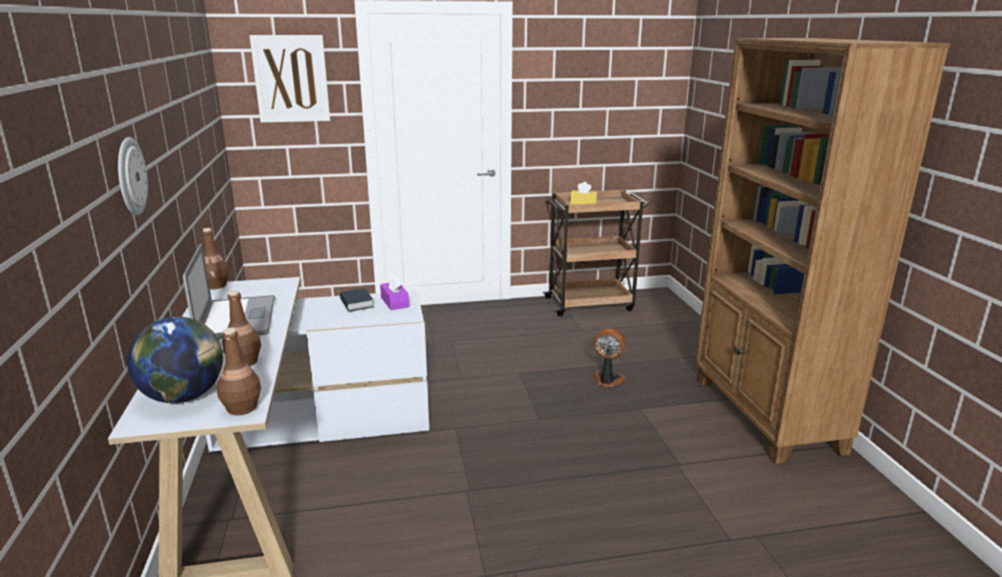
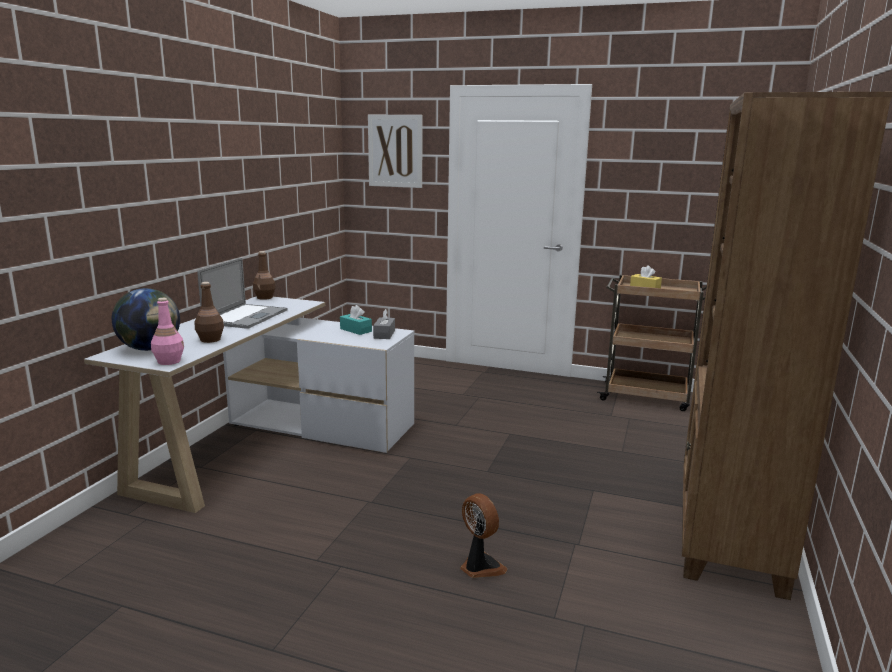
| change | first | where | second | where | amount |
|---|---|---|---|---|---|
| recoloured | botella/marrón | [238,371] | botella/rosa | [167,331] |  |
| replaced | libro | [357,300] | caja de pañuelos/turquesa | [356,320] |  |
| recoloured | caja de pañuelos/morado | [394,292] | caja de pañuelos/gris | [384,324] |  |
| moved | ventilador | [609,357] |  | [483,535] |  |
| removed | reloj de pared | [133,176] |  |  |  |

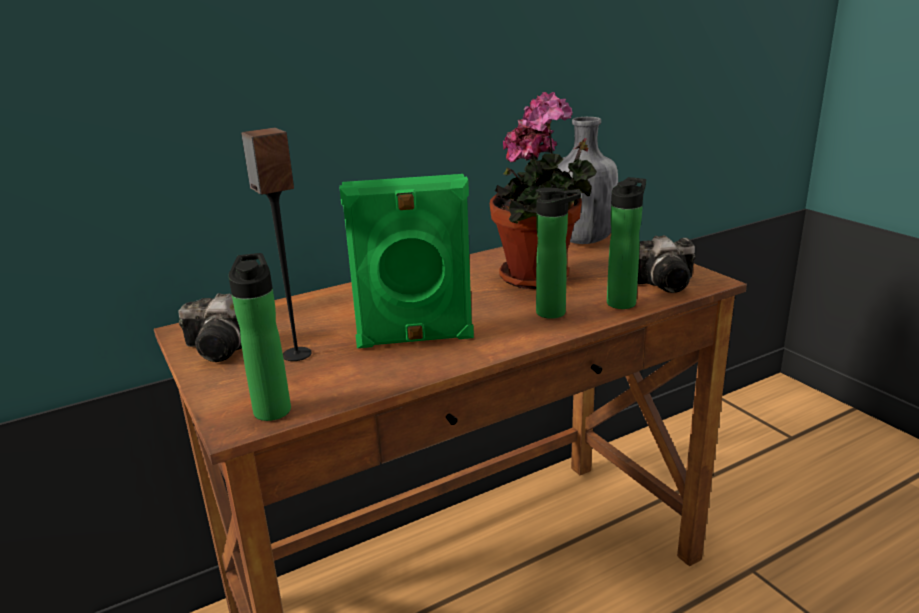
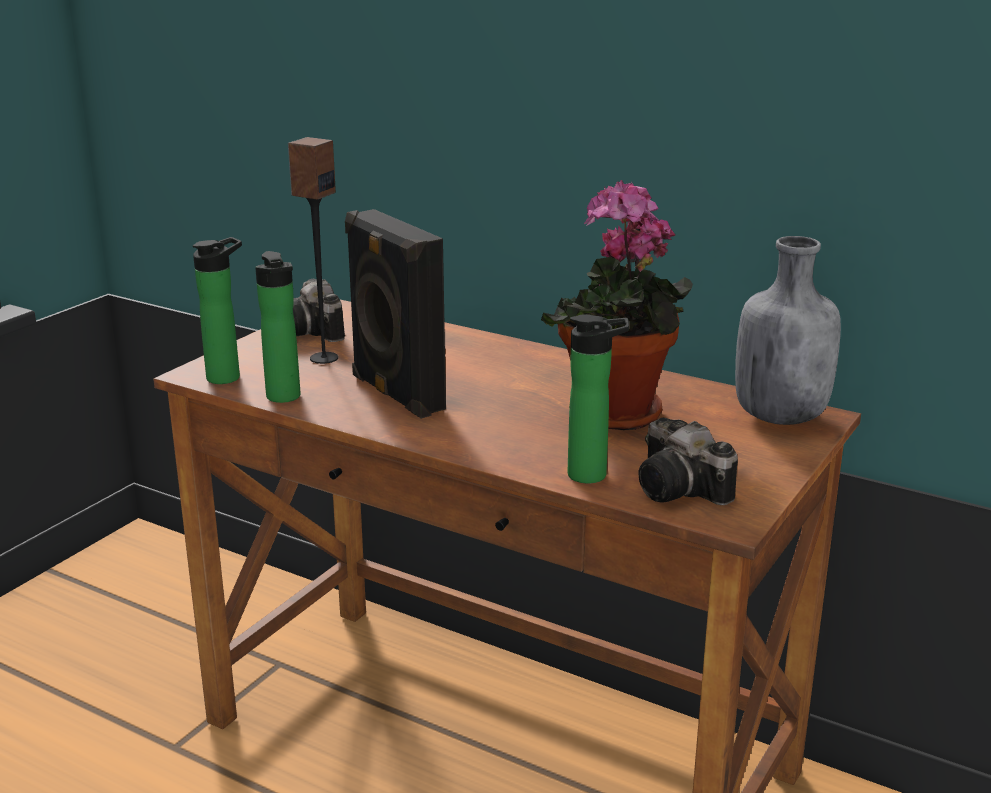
| change | first | where | second | where | amount |
|---|---|---|---|---|---|
| moved | botella | [558,253] |  | [277,327] |  |
| recoloured | altavoz/verde | [407,261] | altavoz/negro | [395,314] |  |

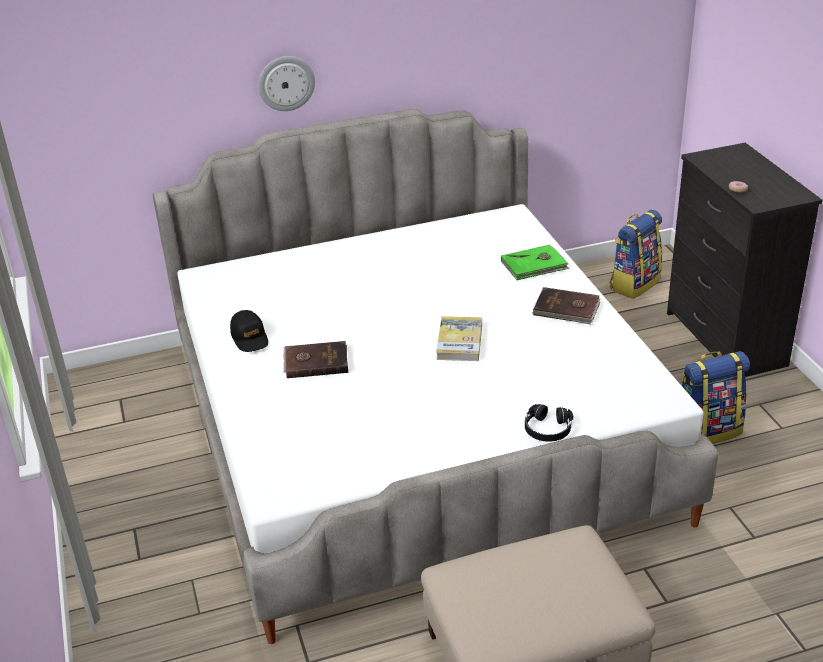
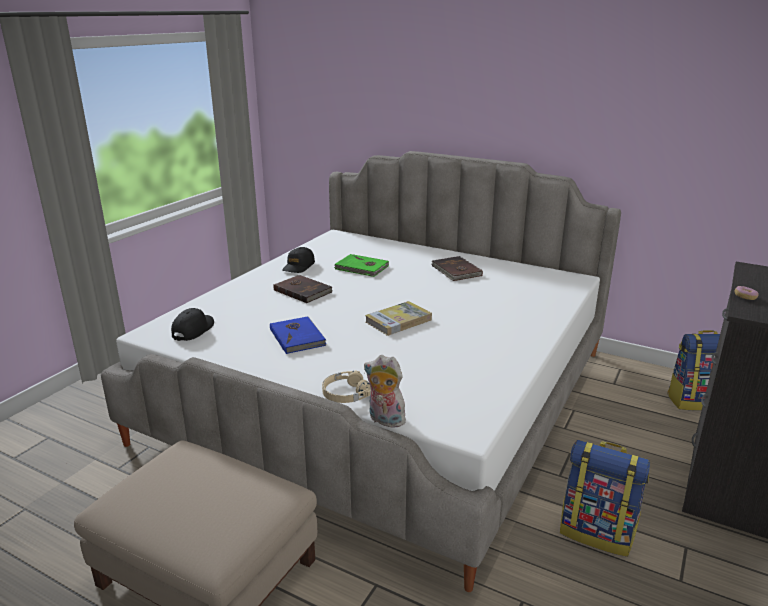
| change | first | where | second | where | amount |
|---|---|---|---|---|---|
| added |  |  | gorra/negro | [192,324] |  |
| added |  |  | libro/azul | [298,335] |  |
| recoloured | auriculares/negro | [549,423] | auriculares/beis | [346,387] |  |
| moved | libro/verde | [535,262] |  | [361,265] |  |
| added |  |  | peluche | [385,391] |  |
| moved | libro/marrón | [566,305] |  | [457,268] |  |
| removed | reloj de pared | [286,83] |  |  |  |

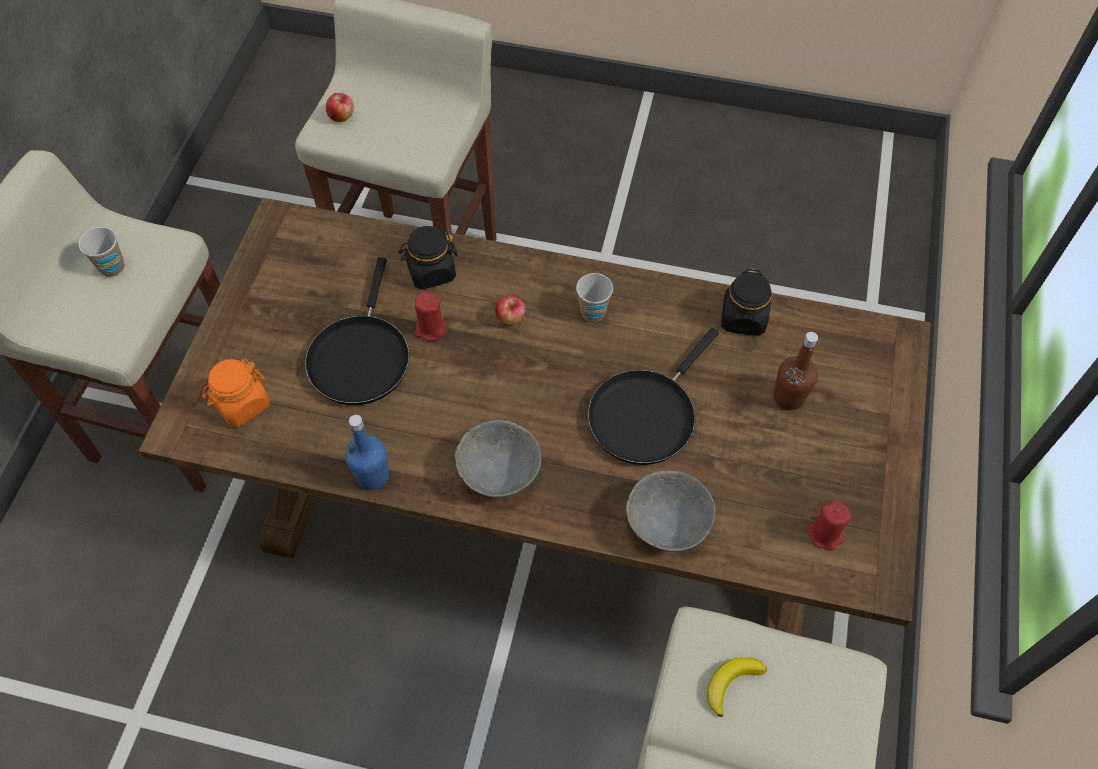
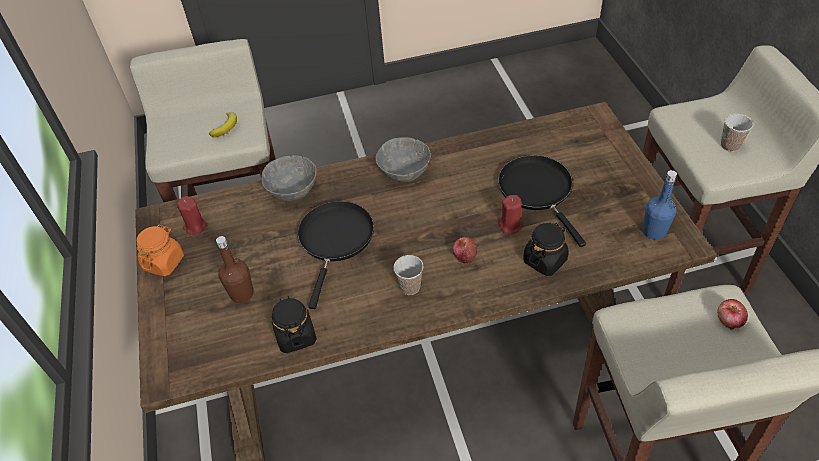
| change | first | where | second | where | amount |
|---|---|---|---|---|---|
| moved | tarro/naranja | [236,393] |  | [160,250] |  |
| moved | botella/azul | [367,452] |  | [659,205] |  |

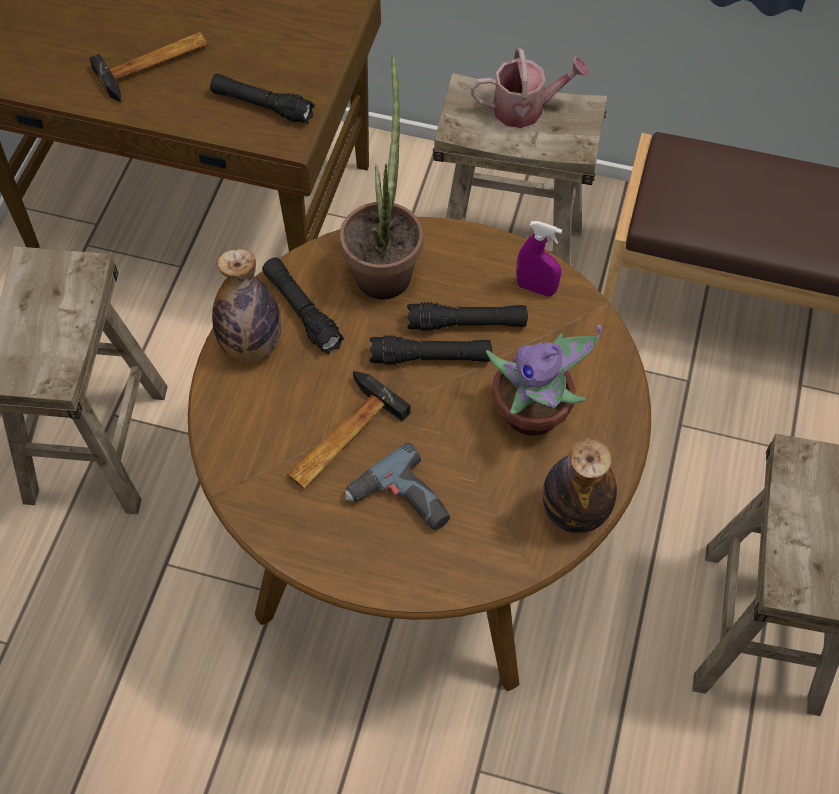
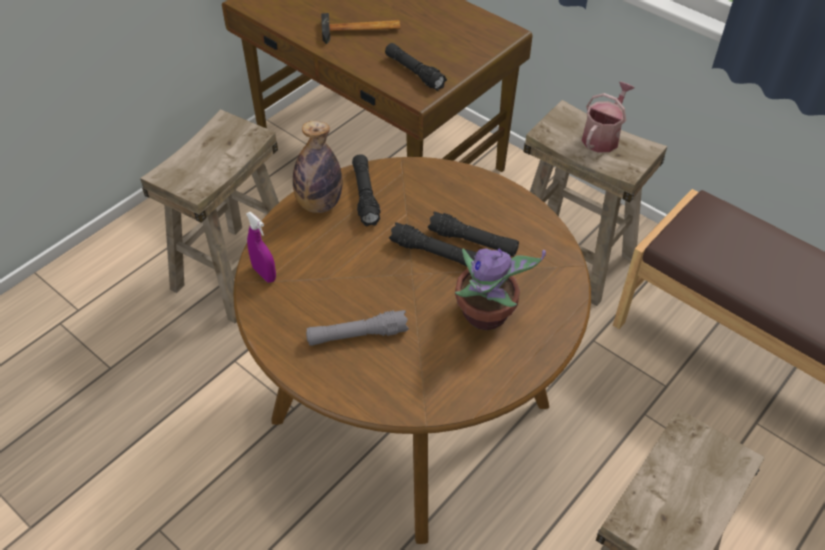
| change | first | where | second | where | amount |
|---|---|---|---|---|---|
| moved | pulverizador/morado | [539,259] |  | [261,247] |  |
| replaced | taladro | [397,486] | linterna/gris | [357,328] |  |
| turned | regadera | [530,88] |  | [608,117] | 75 degrees counterclockwise |
| removed | martillo | [349,430] |  |  |  |
| removed | planta en maceta | [381,176] |  |  |  |
| removed | botella | [579,485] |  |  |  |

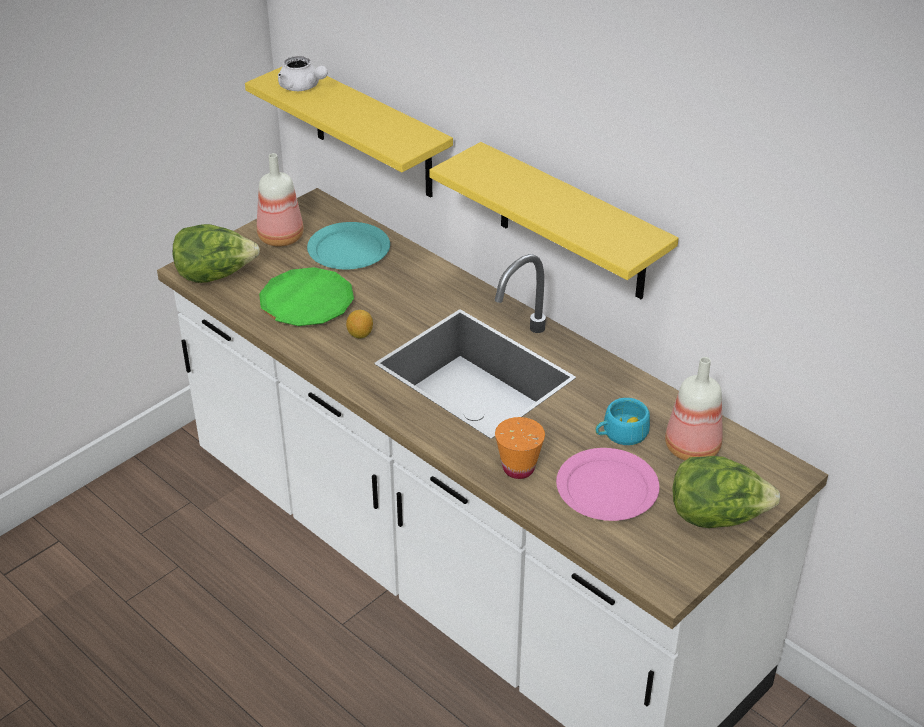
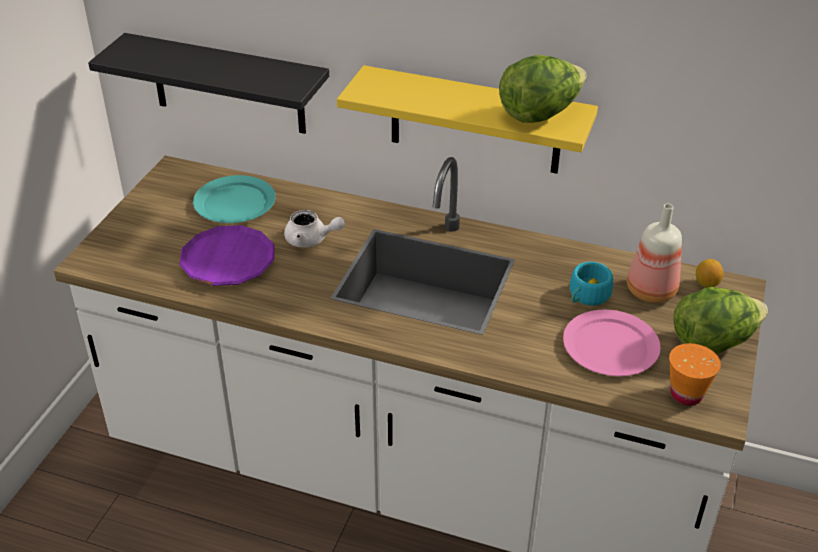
| change | first | where | second | where | amount |
|---|---|---|---|---|---|
| recoloured | estante/amarillo | [349,132] | estante/negro | [208,83] |  |
| recoloured | plato/verde | [306,296] | plato/morado | [227,255] |  |
| moved | tetera/blanco | [303,73] |  | [314,228] |  |
| moved | lechuga | [216,253] |  | [543,89] |  |
| moved | taza/naranja | [520,448] |  | [695,374] |  |
| moved | limón | [359,324] |  | [709,273] |  |
| removed | botella | [280,200] |  |  |  |

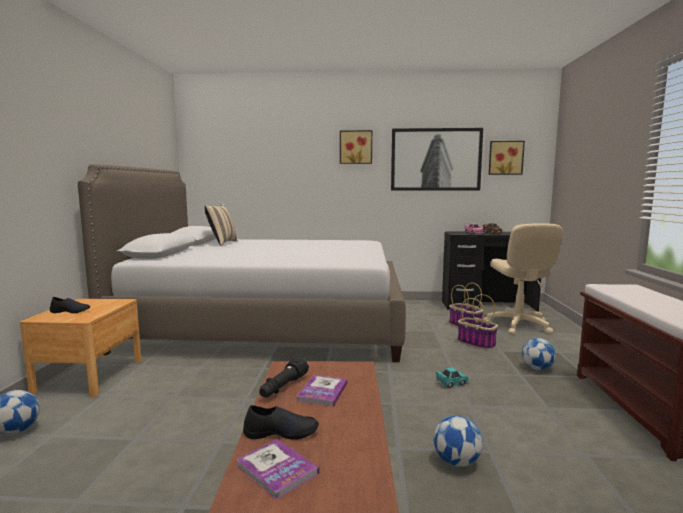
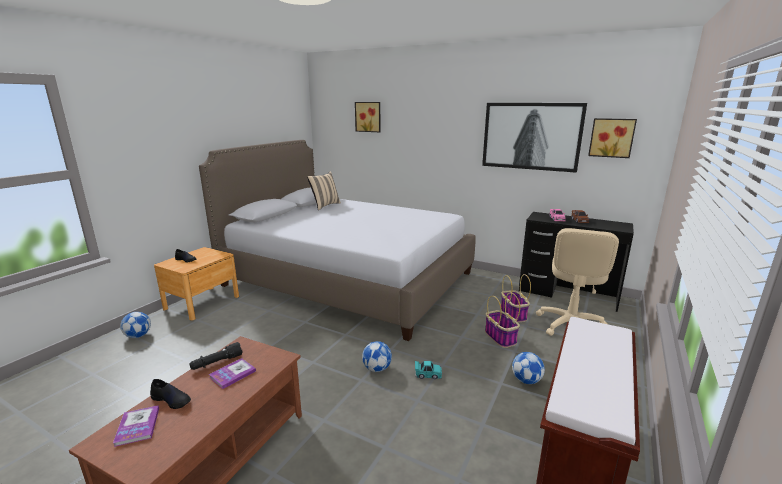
| change | first | where | second | where | amount |
|---|---|---|---|---|---|
| moved | cuadro | [356,147] |  | [368,117] |  |
| moved | balón de fútbol | [458,441] |  | [377,356] |  |

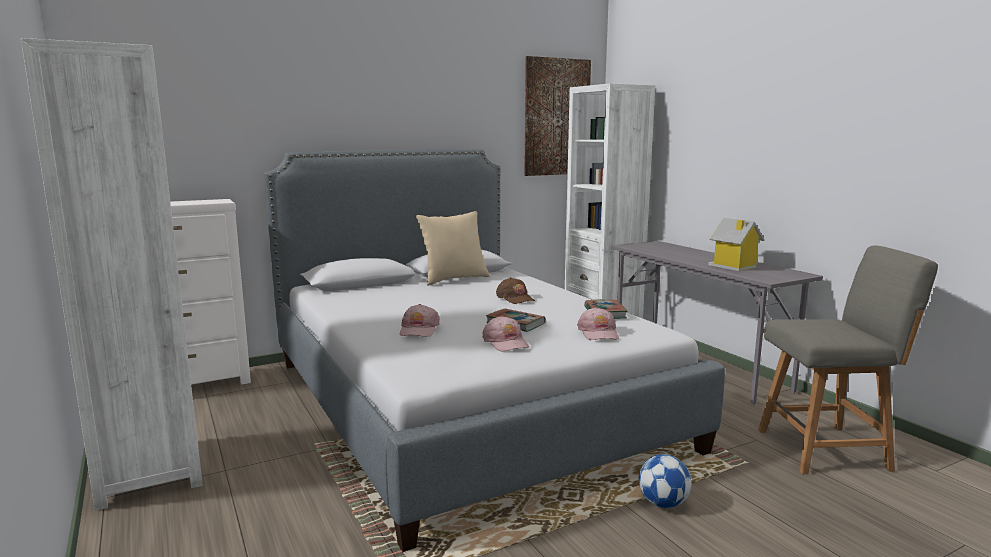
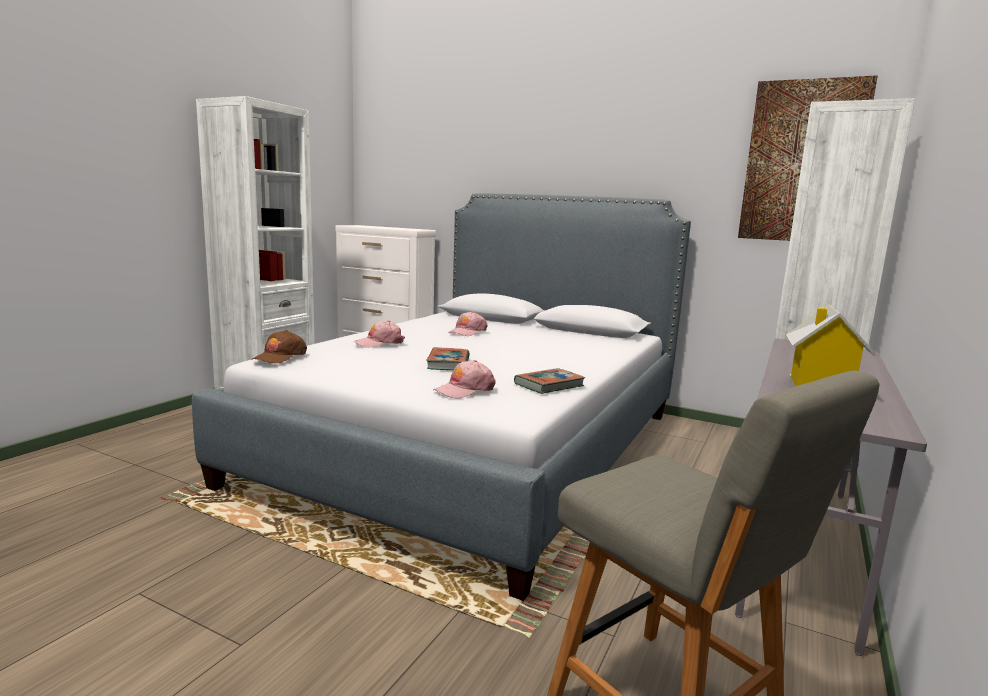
| change | first | where | second | where | amount |
|---|---|---|---|---|---|
| moved | gorra/marrón | [515,291] |  | [279,346] |  |
| moved | gorra/rosa | [505,334] |  | [468,323] |  |
| removed | cojín/beis | [453,248] |  |  |  |
| removed | balón de fútbol | [665,481] |  |  |  |

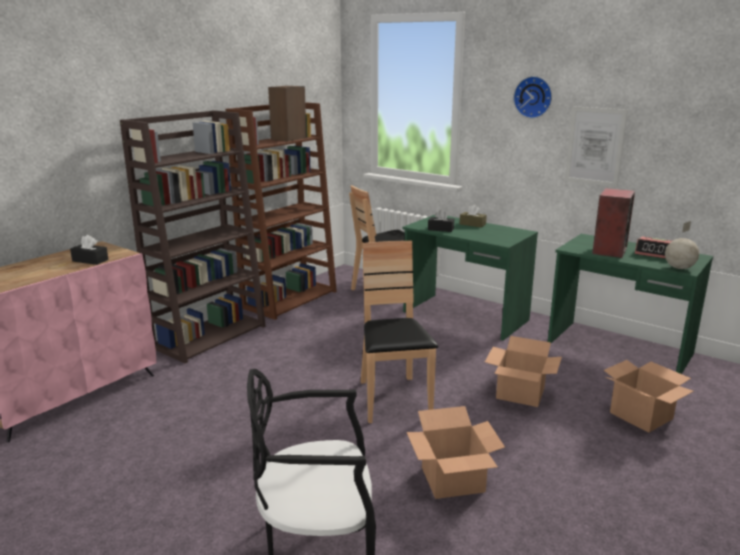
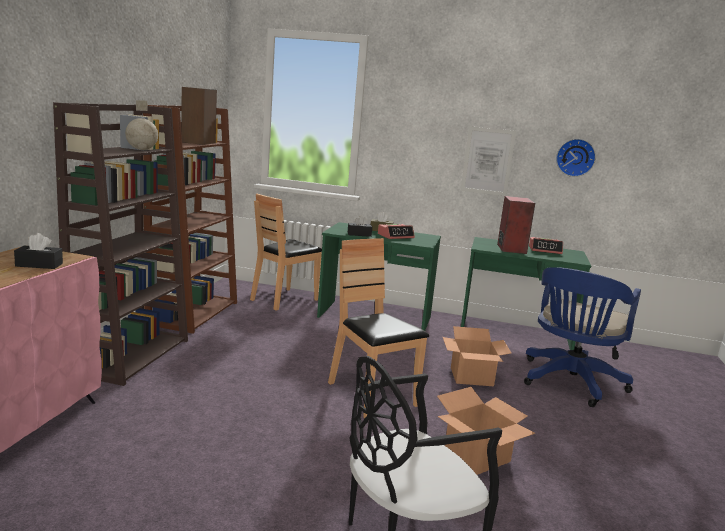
| change | first | where | second | where | amount |
|---|---|---|---|---|---|
| moved | globo terráqueo | [682,245] |  | [141,125] |  |
| added |  |  | despertador | [396,231] |  |
| replaced | caja de cartón | [649,396] | silla de oficina/azul | [582,337] |  |
| moved | reloj de pared | [532,97] |  | [576,158] |  |

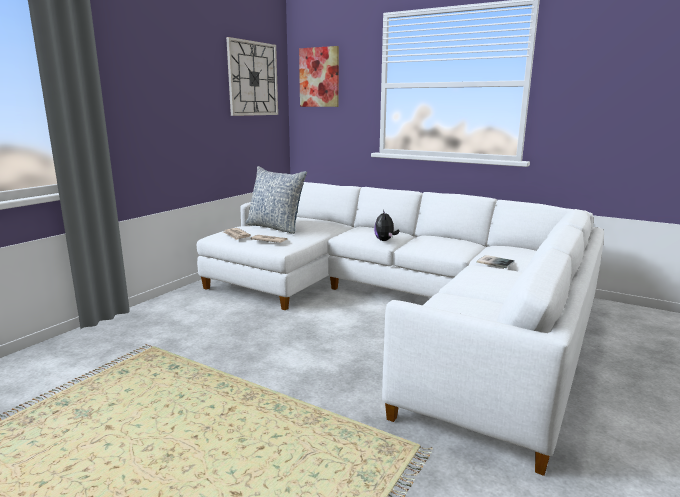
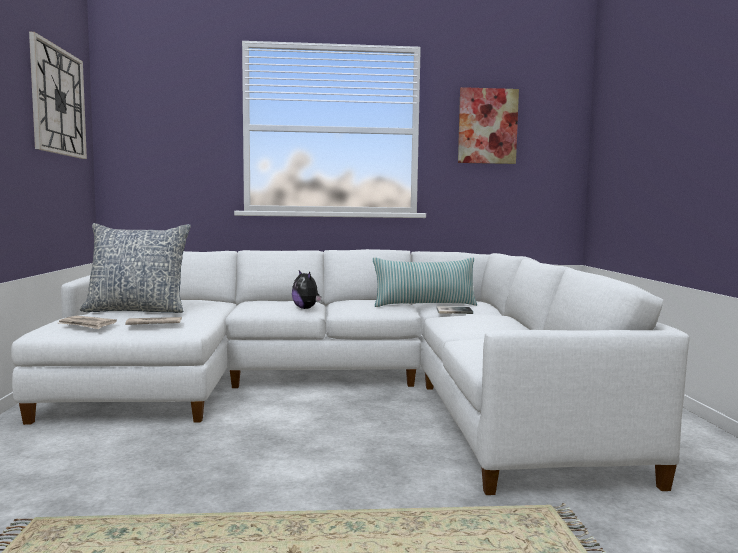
| change | first | where | second | where | amount |
|---|---|---|---|---|---|
| added |  |  | cojín | [425,282] |  |
| moved | cuadro | [319,76] |  | [488,125] |  |

